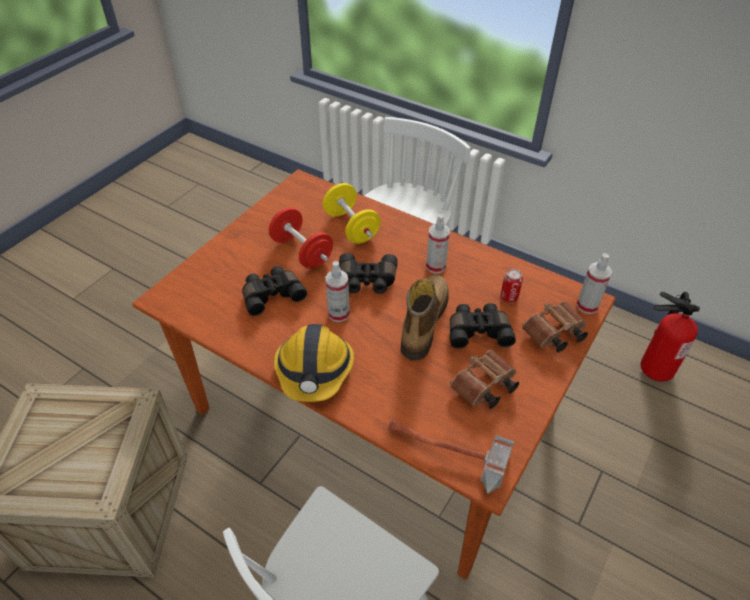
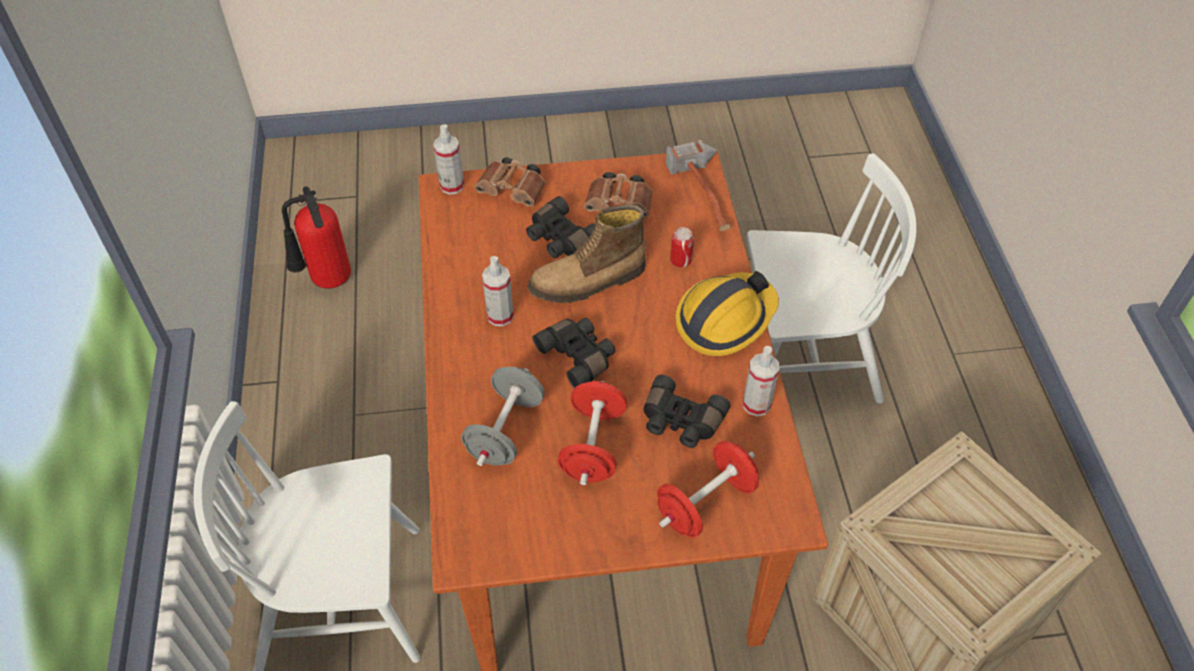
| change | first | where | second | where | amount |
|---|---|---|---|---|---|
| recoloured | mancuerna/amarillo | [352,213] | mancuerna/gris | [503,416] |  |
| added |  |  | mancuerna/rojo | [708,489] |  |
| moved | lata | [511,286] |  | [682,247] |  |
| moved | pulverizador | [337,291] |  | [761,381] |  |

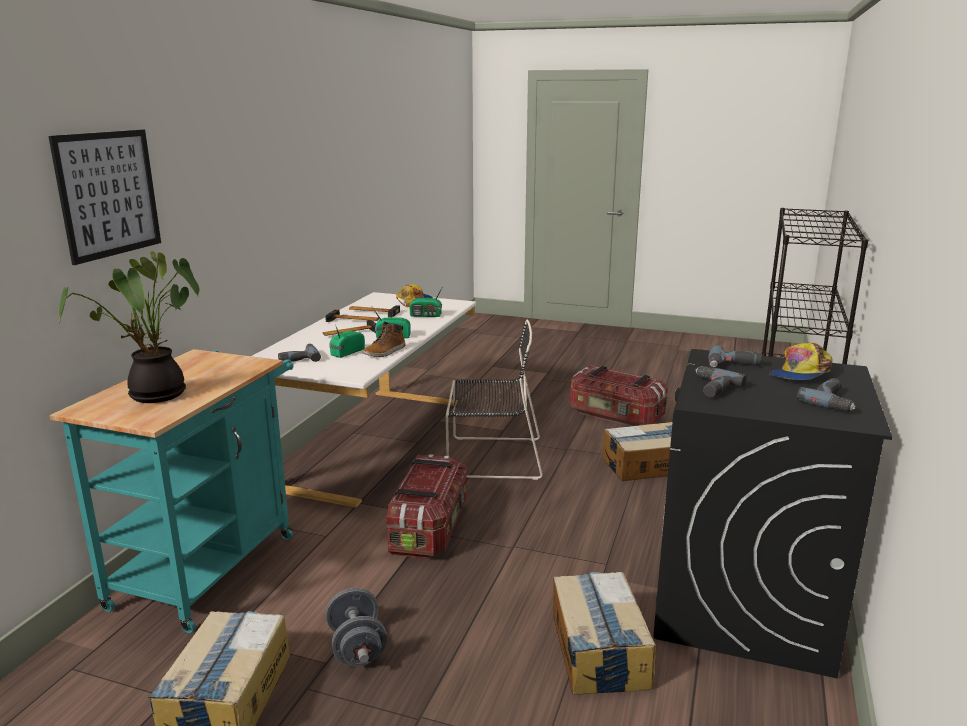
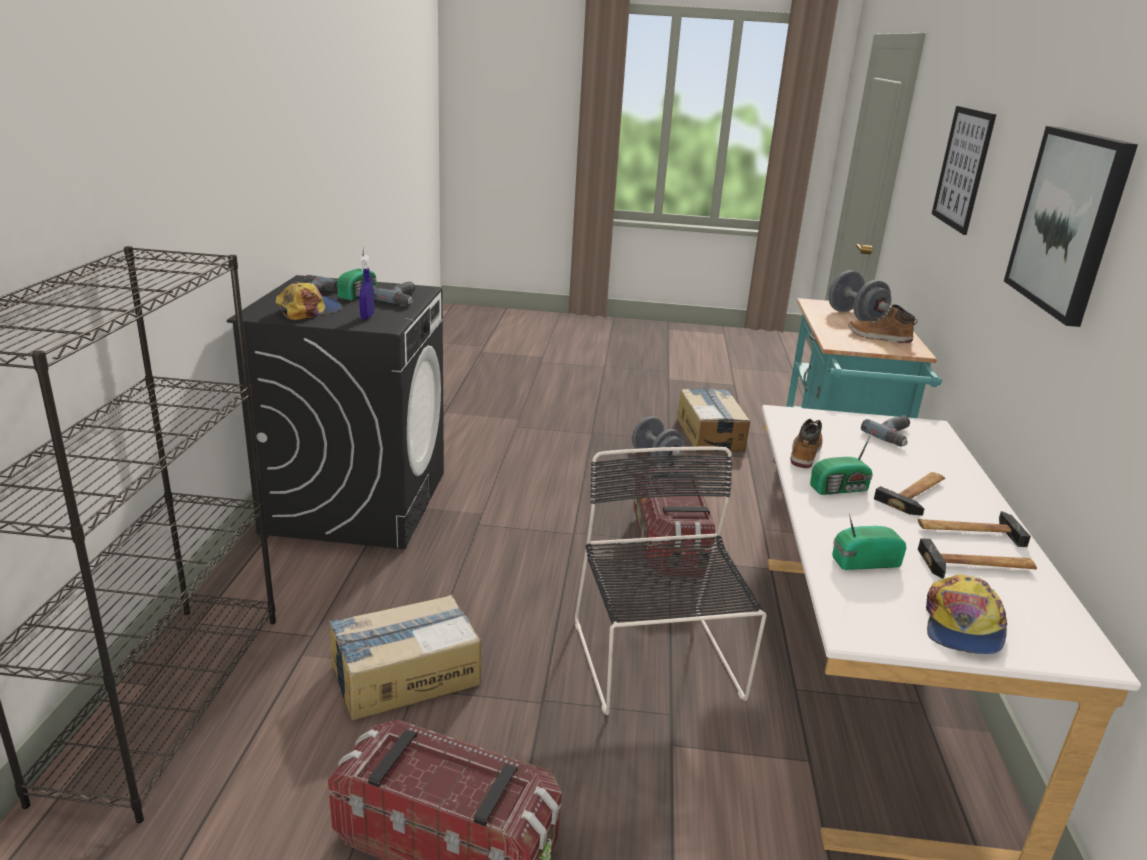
| change | first | where | second | where | amount |
|---|---|---|---|---|---|
| moved | radio | [347,341] |  | [357,274] |  |
| replaced | taladro | [735,356] | pulverizador/azul | [367,287] |  |
| turned | silla/negro | [494,400] |  | [671,581] | 90 degrees clockwise |
| replaced | planta en maceta | [129,327] | mancuerna/gris | [859,295] |  |
| added |  |  | bota | [883,323] |  |
| added |  |  | cuadro | [1071,226] |  |
| removed | caja de cartón | [604,633] |  |  |  |

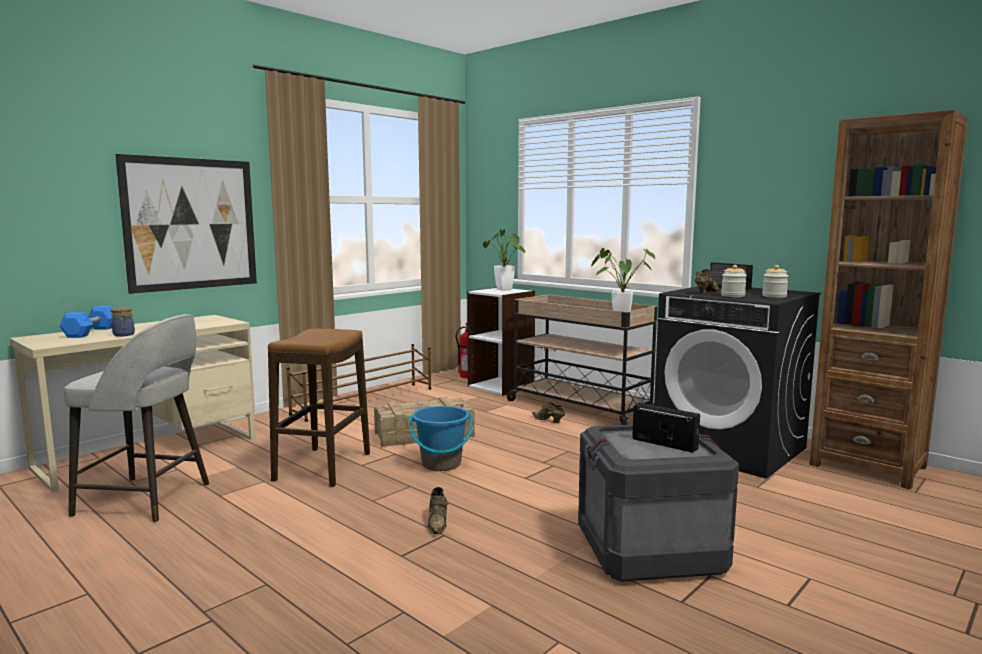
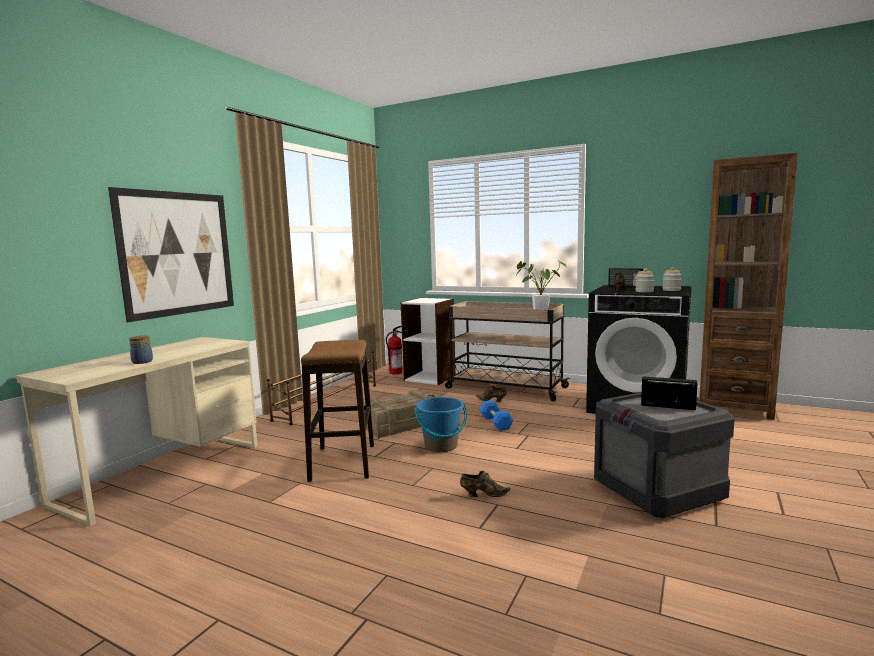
| change | first | where | second | where | amount |
|---|---|---|---|---|---|
| turned | zapato/marrón | [437,510] |  | [485,484] | 75 degrees counterclockwise |
| moved | mancuerna/azul | [86,322] |  | [496,415] |  |
| removed | taburete/gris | [136,418] |  |  |  |
| removed | planta en maceta | [504,260] |  |  |  |

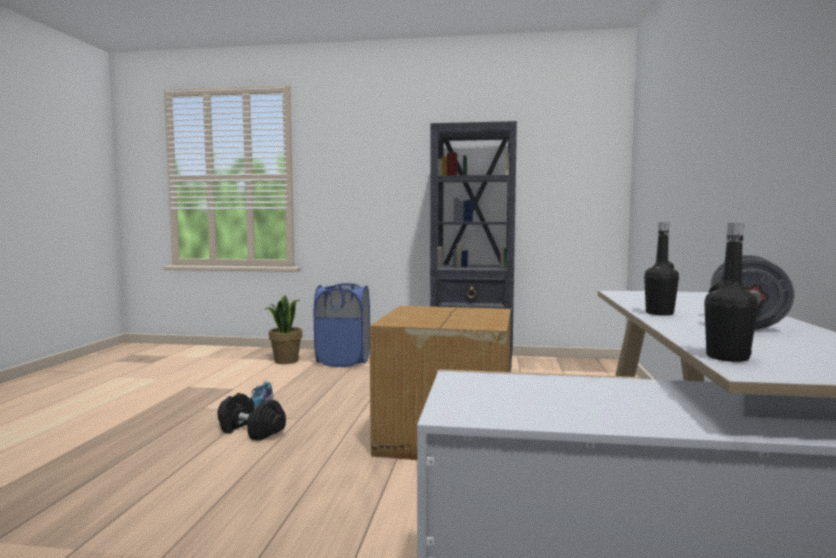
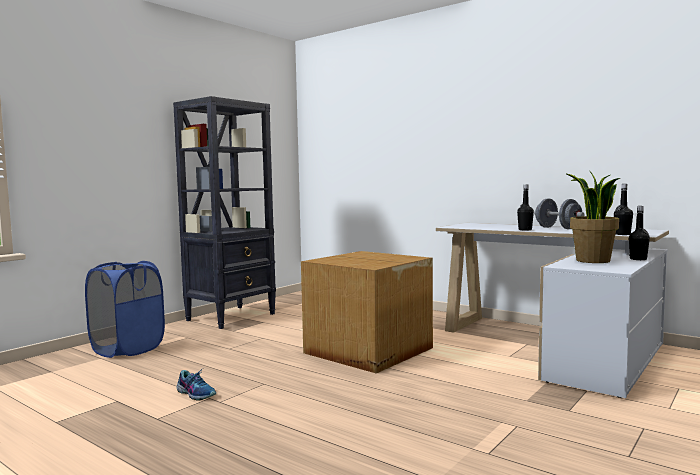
| change | first | where | second | where | amount |
|---|---|---|---|---|---|
| moved | planta en maceta | [283,329] |  | [592,217] |  |
| added |  |  | botella/negro | [639,233] |  |
| removed | mancuerna/negro | [252,417] |  |  |  |

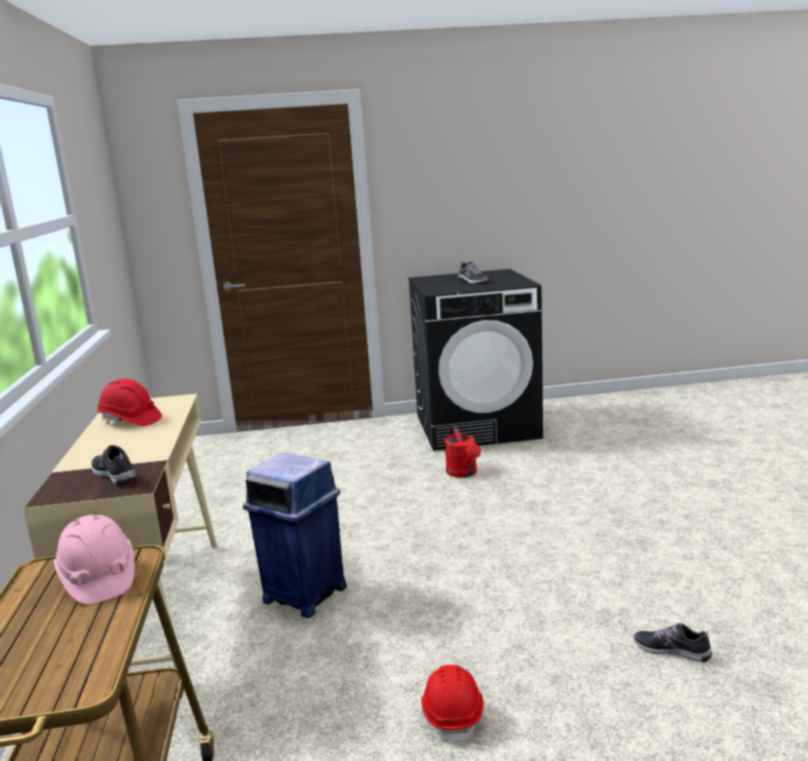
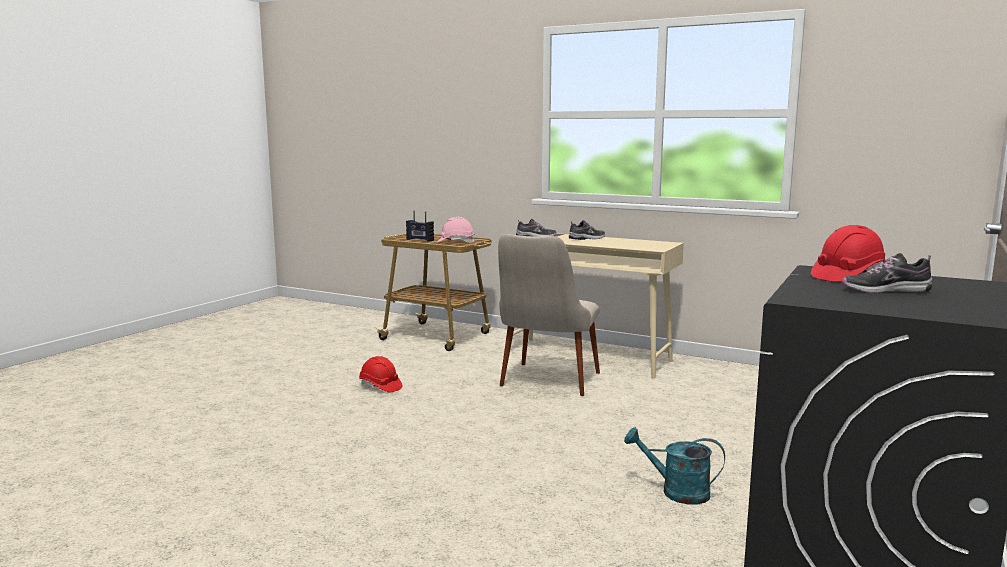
| change | first | where | second | where | amount |
|---|---|---|---|---|---|
| added |  |  | radio | [420,226] |  |
| replaced | papelera/azul | [295,535] | silla/beis | [549,315] |  |
| moved | zapato | [672,642] |  | [587,230] |  |
| recoloured | regadera/rojo | [463,451] | regadera/turquesa | [674,466] |  |
| moved | casco/rojo | [129,402] |  | [848,253] |  |

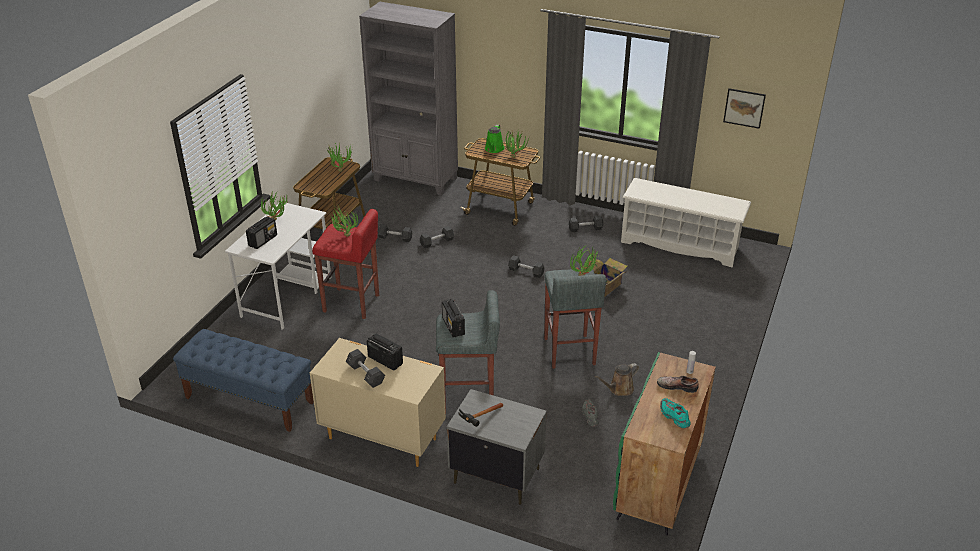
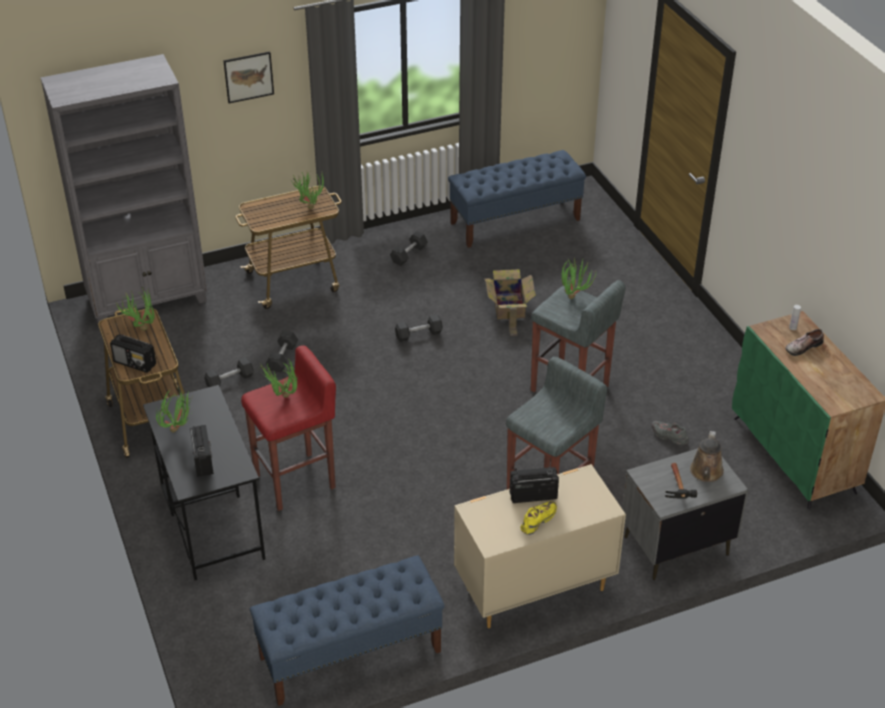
| change | first | where | second | where | amount |
|---|---|---|---|---|---|
| moved | radio | [453,318] |  | [133,353] |  |
| recoloured | escritorio/blanco | [278,266] | escritorio/negro | [204,482] |  |
| moved | cuadro | [744,108] |  | [248,77] |  |
| replaced | zapatero/blanco | [686,223] | banco/azul | [517,199] |  |
| replaced | mancuerna/gris | [365,368] | zapato/amarillo | [539,518] |  |
| moved | regadera/marrón | [616,379] |  | [707,456] |  |
| removed | regadera/verde | [495,139] |  |  |  |
| removed | zapato/turquesa | [675,413] |  |  |  |

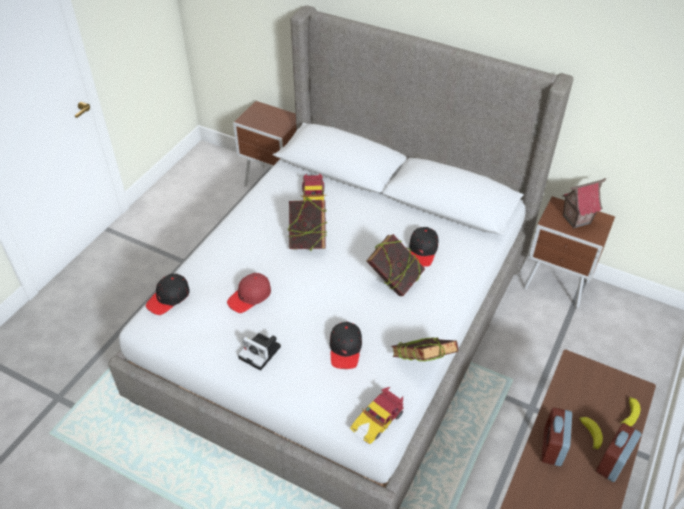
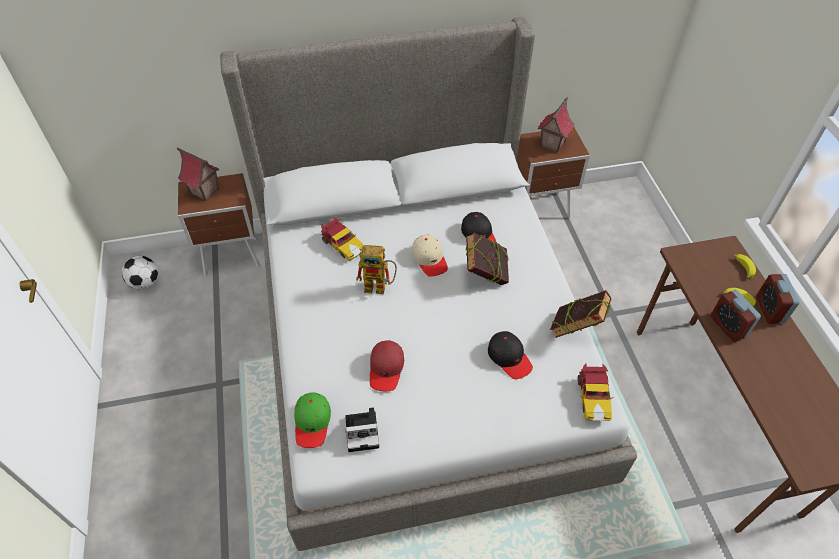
| change | first | where | second | where | amount |
|---|---|---|---|---|---|
| added |  |  | balón de fútbol | [140,272] |  |
| added |  |  | casita | [198,174] |  |
| recoloured | gorra/negro | [168,294] | gorra/verde | [312,420] |  |
| moved | cámara | [259,352] |  | [362,429] |  |
| replaced | libro | [307,224] | robot de juguete | [376,269] |  |
| added |  |  | gorra/beis | [430,256] |  |

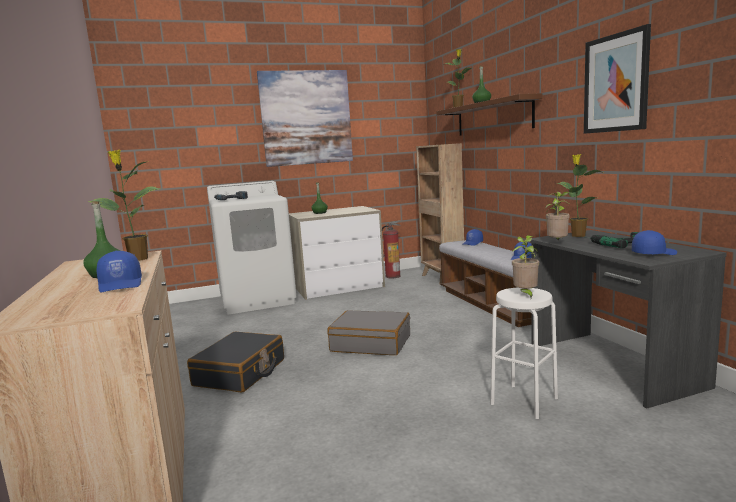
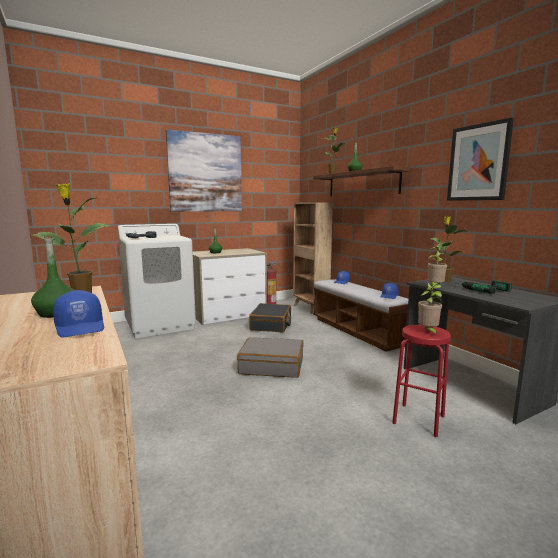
| change | first | where | second | where | amount |
|---|---|---|---|---|---|
| moved | maleta/negro | [235,362] |  | [270,317] |  |
| recoloured | taburete/blanco | [524,353] | taburete/rojo | [421,381] |  |
| removed | gorra/azul | [654,242] |  |  |  |

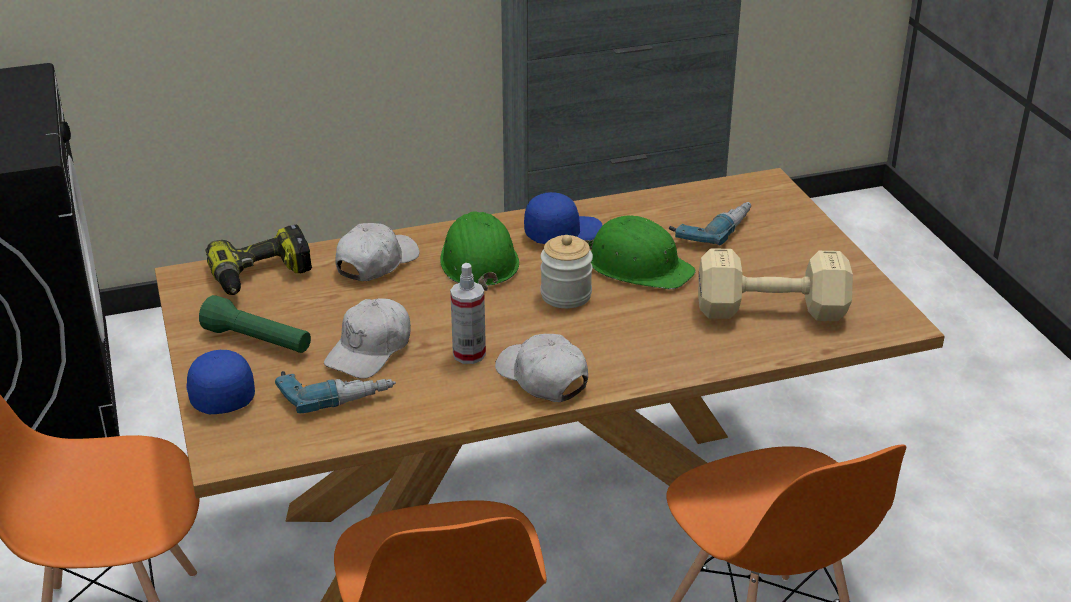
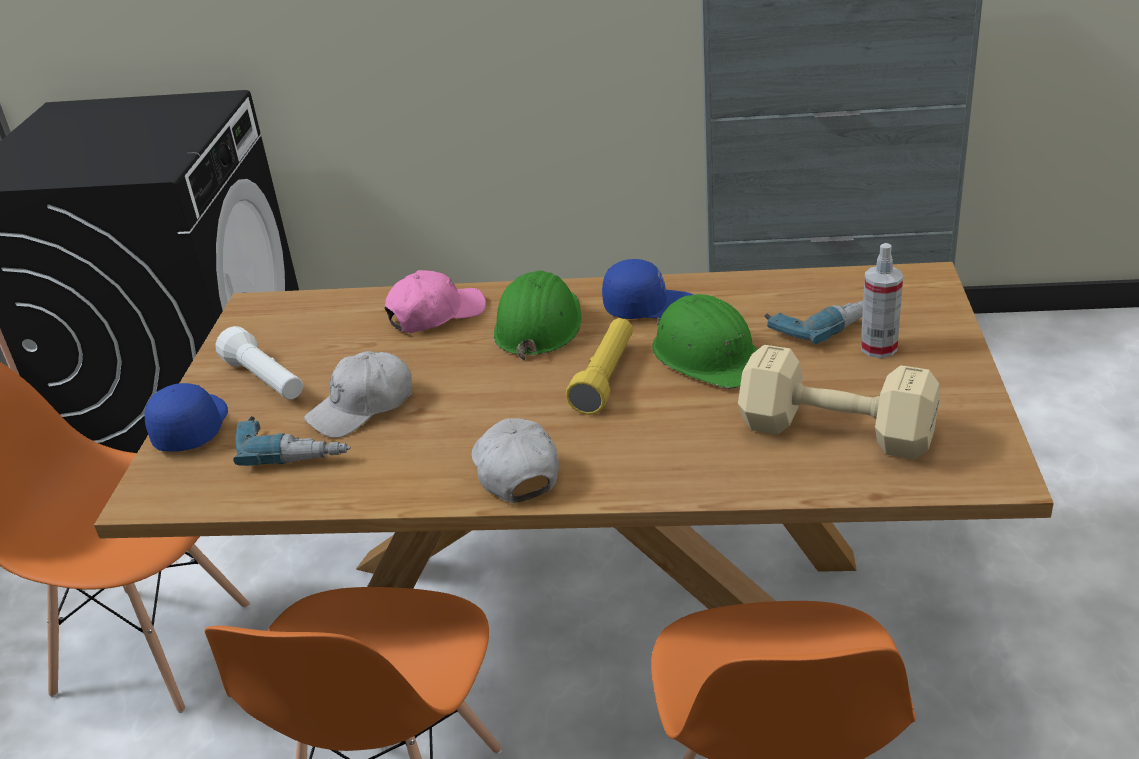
| change | first | where | second | where | amount |
|---|---|---|---|---|---|
| recoloured | linterna/verde | [255,324] | linterna/blanco | [259,363] |  |
| recoloured | gorra/blanco | [377,252] | gorra/rosa | [435,301] |  |
| replaced | tarro | [566,272] | linterna/amarillo | [599,366] |  |
| moved | pulverizador | [468,313] |  | [882,300] |  |
| removed | taladro | [258,260] |  |  |  |

